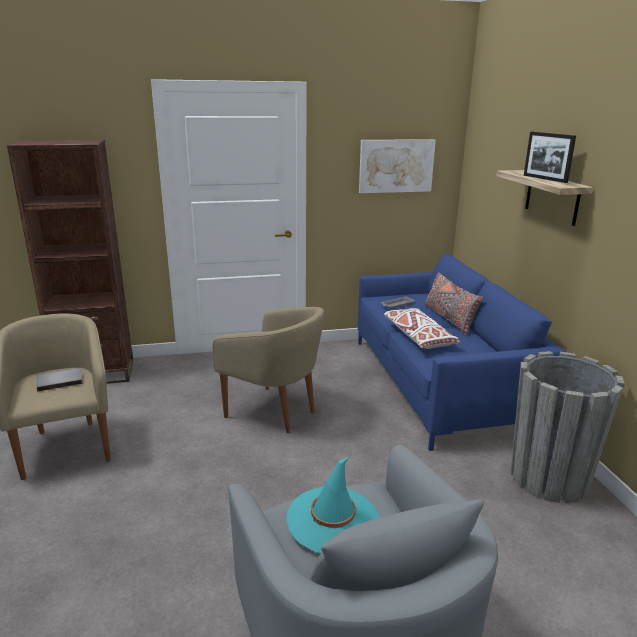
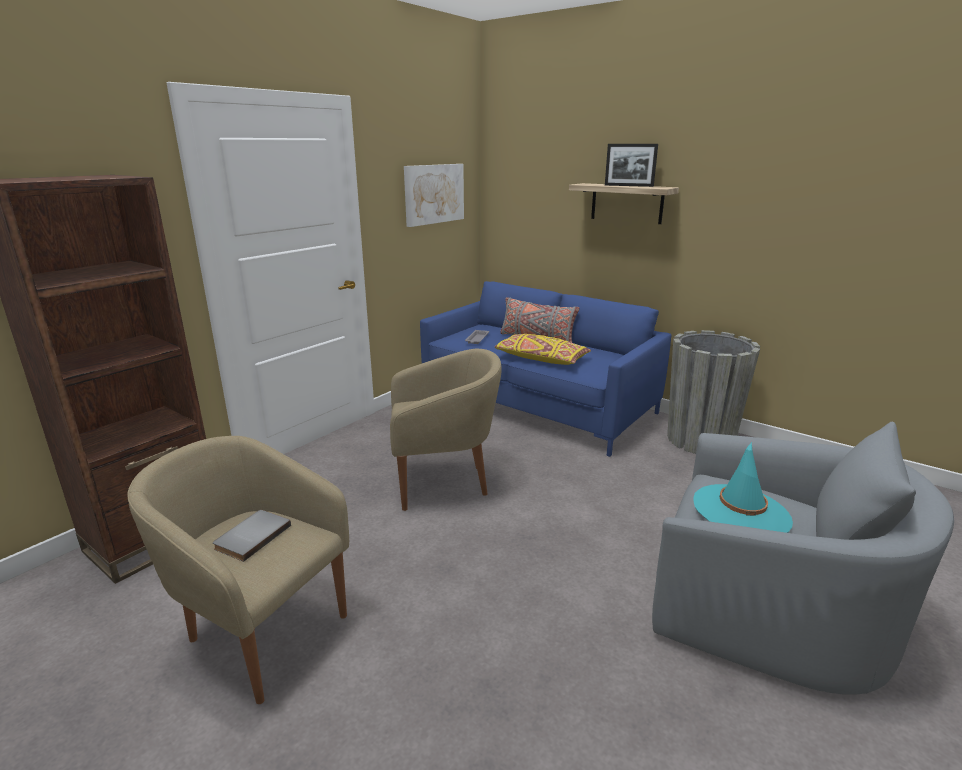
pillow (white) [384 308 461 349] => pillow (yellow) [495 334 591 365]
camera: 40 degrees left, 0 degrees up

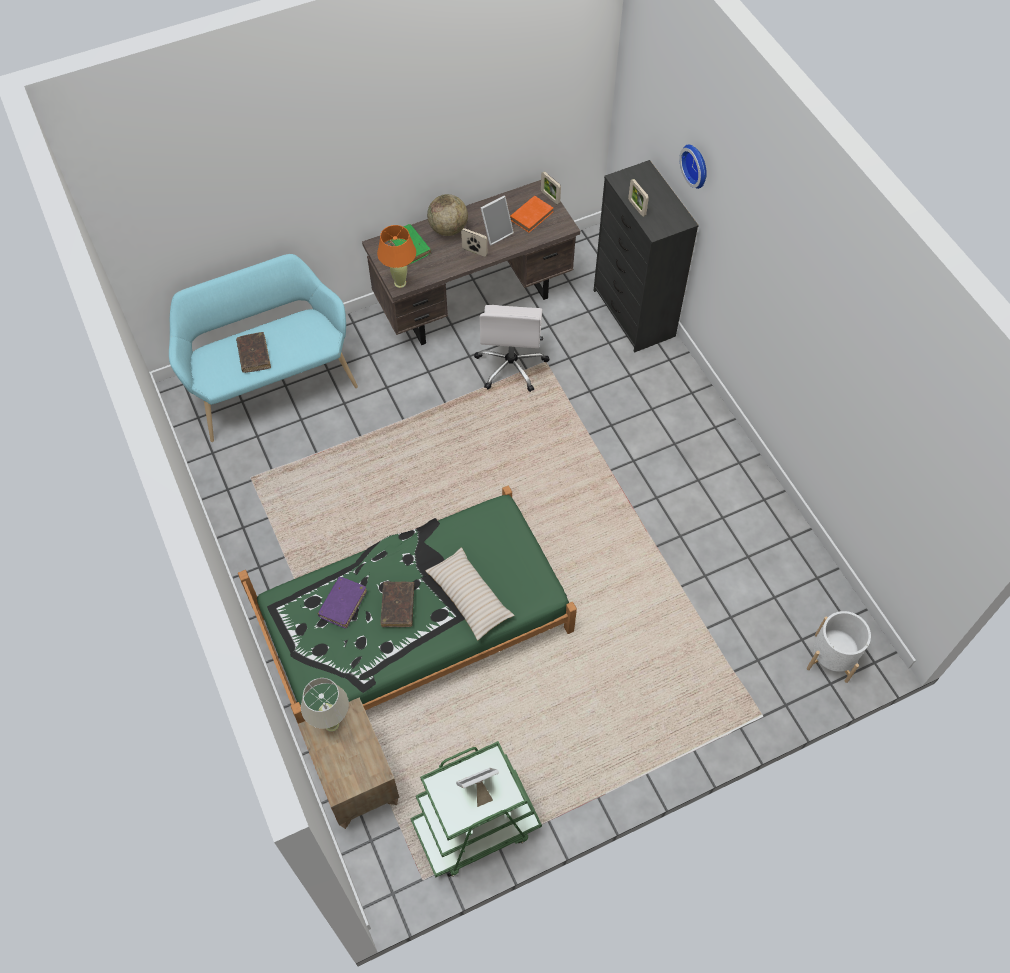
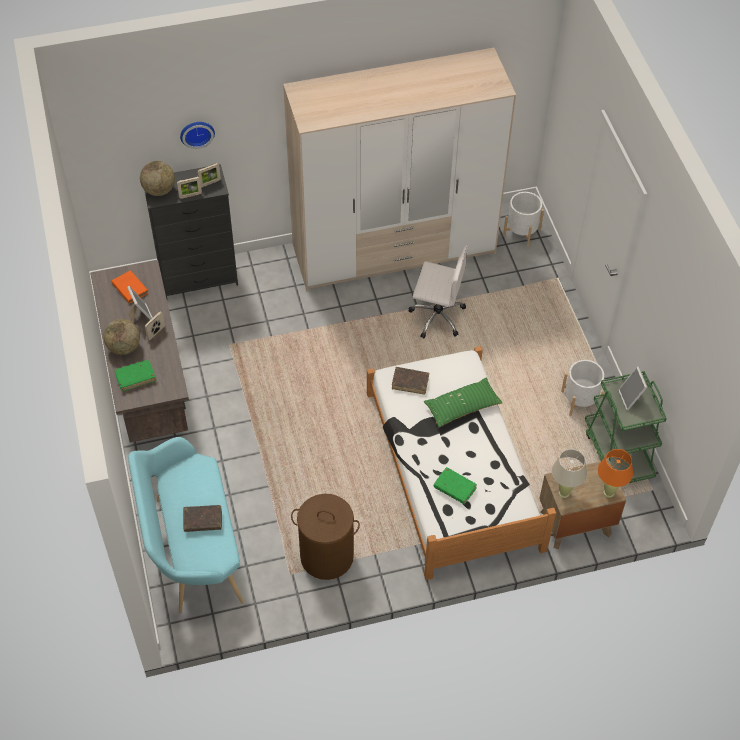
nothing => globe [140 161 175 196]
nothing => wardrobe [283 48 516 291]
nothing => laundry basket (brown) [291 494 360 580]
nothing => planter (white) [561 360 604 416]
table lamp (orange) [377 225 416 288] => table lamp (orange) [598 449 633 498], relocated
book (brown) [381 582 415 627] => book (brown) [392 367 429 395], relocated
office chair (white) [474 305 549 392] => office chair (white) [408 245 468 339], relocated
picture frame [541 171 561 205] => picture frame [197 163 221 187], relocated
bed (green) [238 486 577 724] => bed (white) [367 346 556 580]
book (purple) [318 577 367 628] => book (green) [434 467 477 504]
pillow (beige) [425 547 515 640] => pillow (green) [423 377 503 427]
camera: 80 degrees left, 5 degrees down

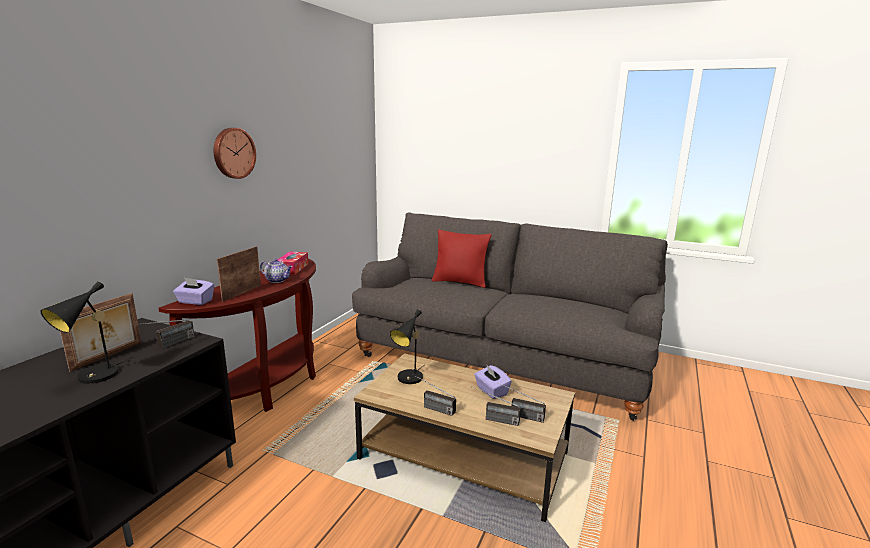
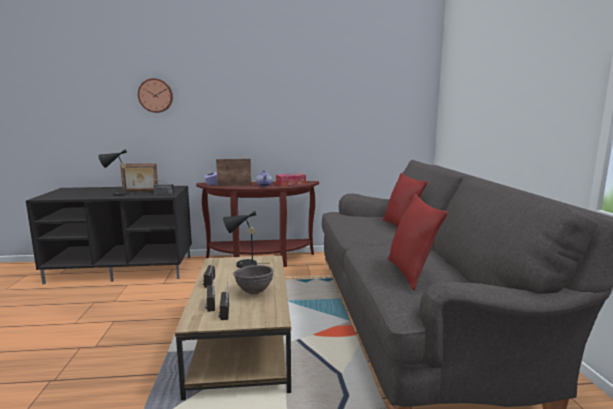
nothing => pillow (red) [388 194 448 290]
wall clock [214 128 256 179] => wall clock [138 78 173 113], relocated
tissue box (purple) [474 365 512 399] => bowl (brown) [233 265 274 295]
camera: 60 degrees right, 5 degrees down

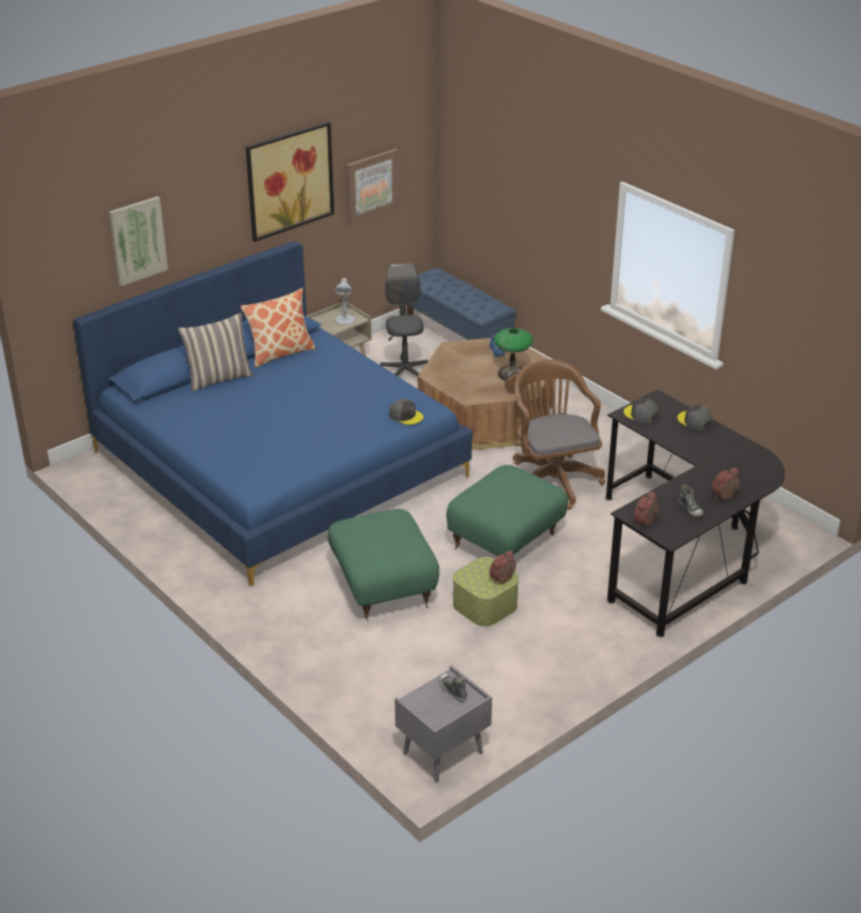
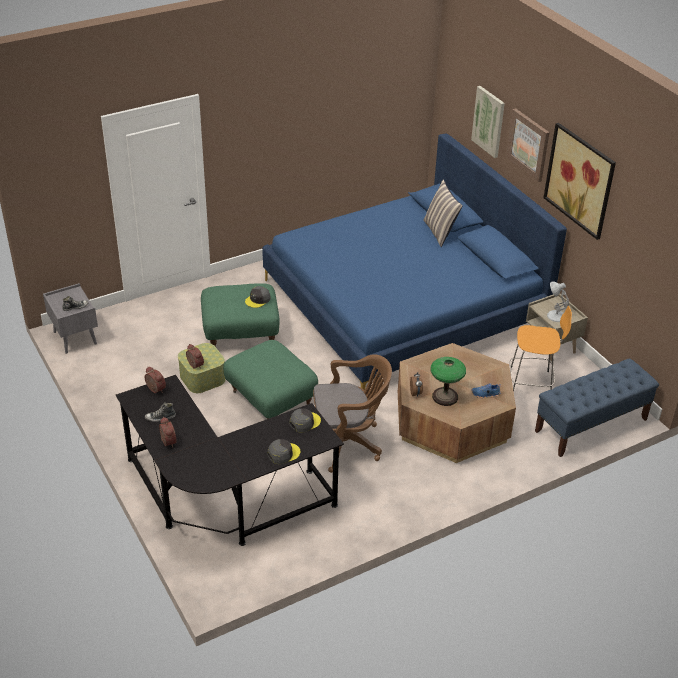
pillow [241 288 316 368] => nothing
picture [346 148 399 224] => picture [506 108 550 182], relocated
cap (grey) [389 398 424 425] => cap (grey) [245 286 271 308], relocated
office chair (grey) [380 263 429 377] => stool (orange) [510 306 572 392]
camera: 100 degrees right, 5 degrees up

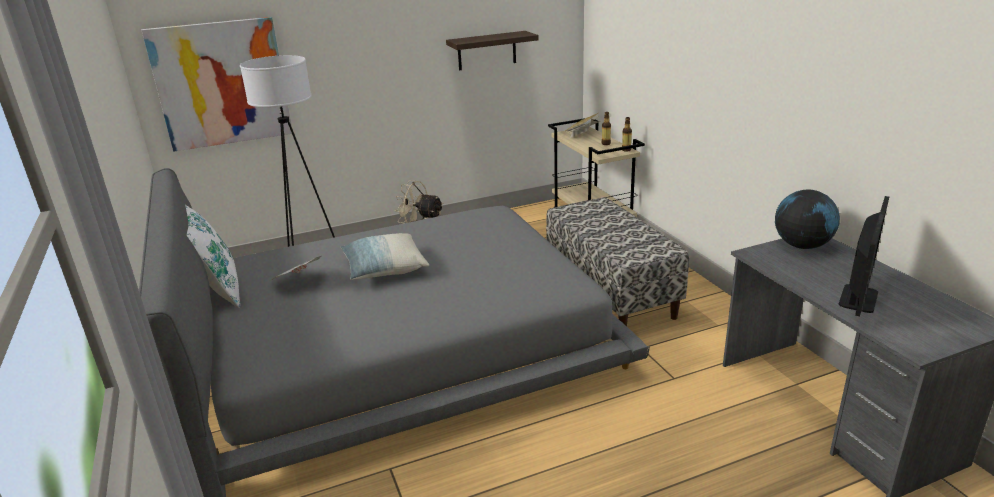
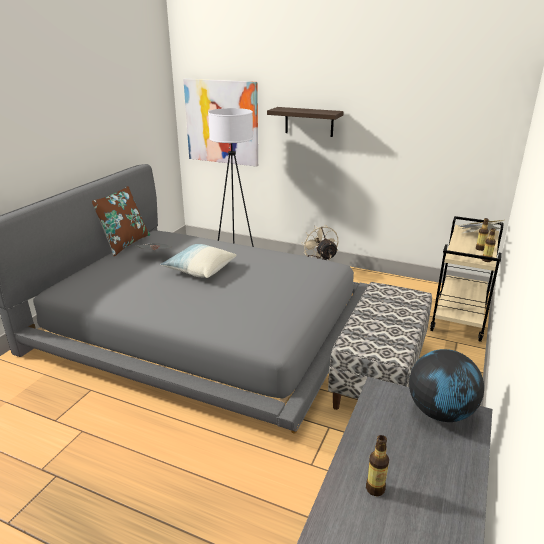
shelf [446 31 539 70] => shelf [267 107 344 137], relocated
monitor [838 196 889 316] => bottle [366 435 389 496]
pillow (white) [185 204 240 308] => pillow (brown) [92 186 150 257]
camera: 45 degrees right, 0 degrees up

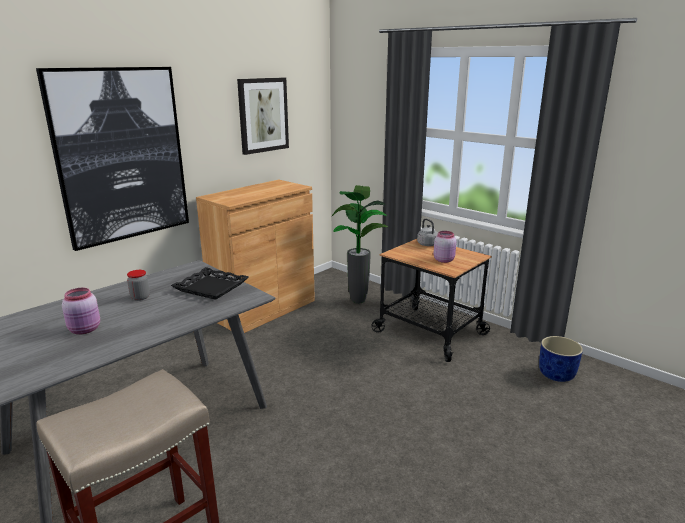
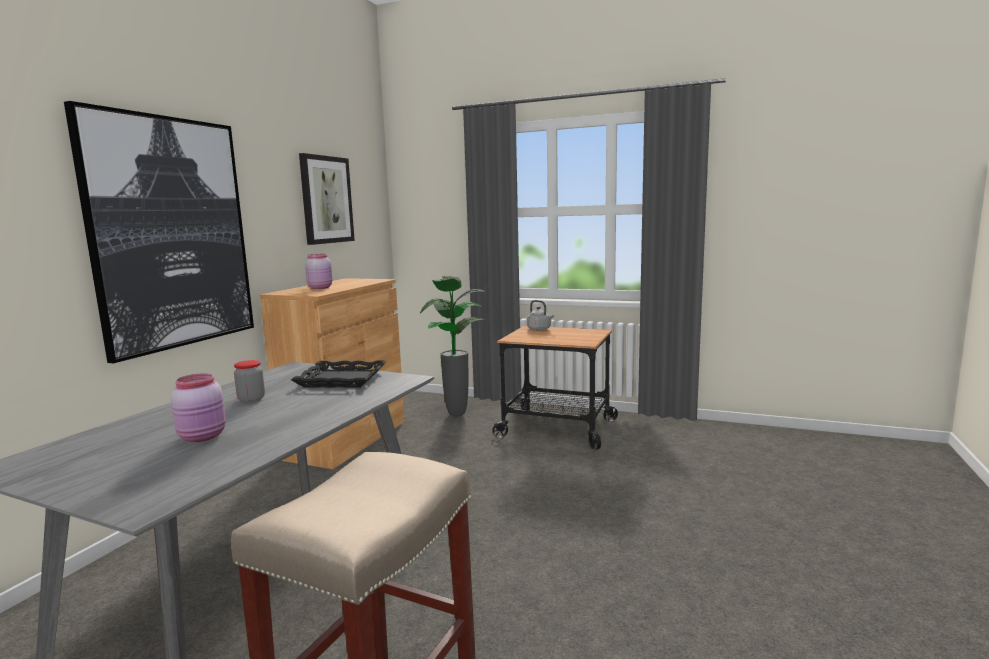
planter (blue) [539 336 583 382] => nothing
jar (pink) [434 231 456 263] => jar (pink) [305 254 332 289], relocated
camera: 20 degrees left, 10 degrees down

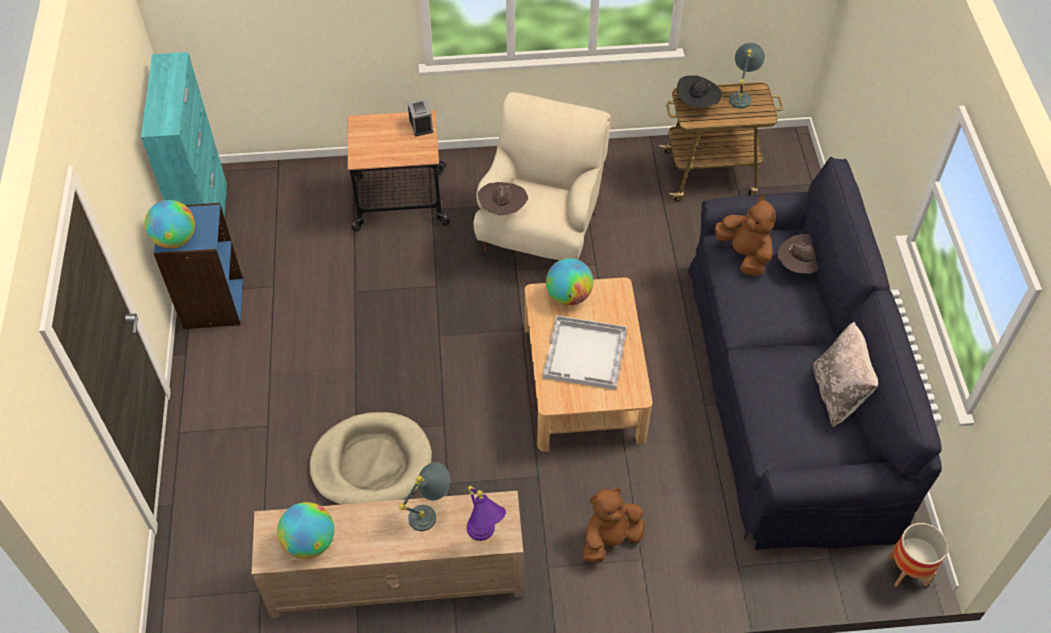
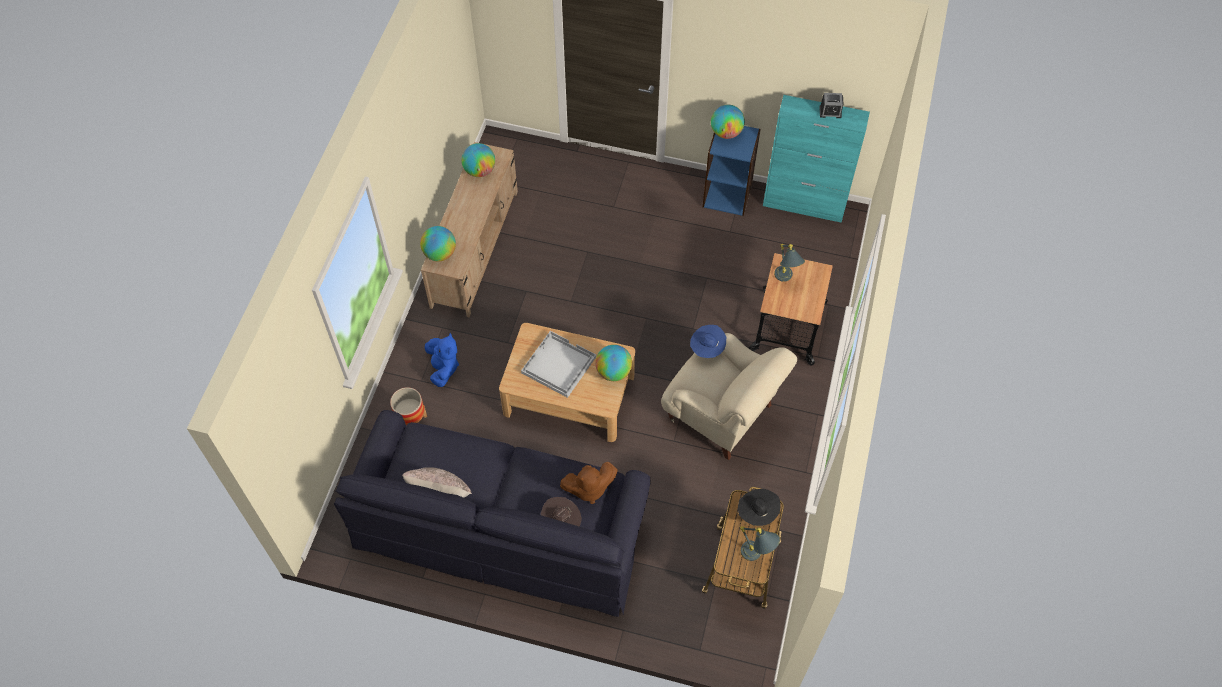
dog bed (beige) [310 412 432 505] => nothing
table lamp (grey) [399 462 450 531] => table lamp (grey) [774 244 805 282], relocated
alarm clock [408 99 433 136] => alarm clock [819 93 843 118], relocated
planter [889 523 948 587] => planter [390 387 427 425], relocated
table lamp (purple) [467 486 506 541] => globe [420 226 456 261]
hat (brown) [478 182 528 215] => hat (blue) [690 325 726 358]
plush toy (brown) [583 488 645 563] => plush toy (blue) [425 333 459 387]
camera: 110 degrees right, 5 degrees up

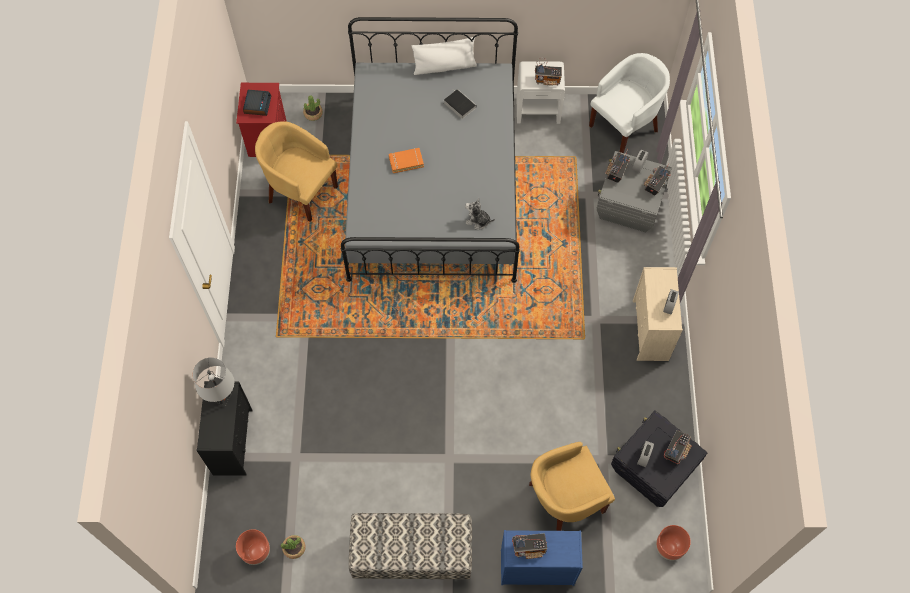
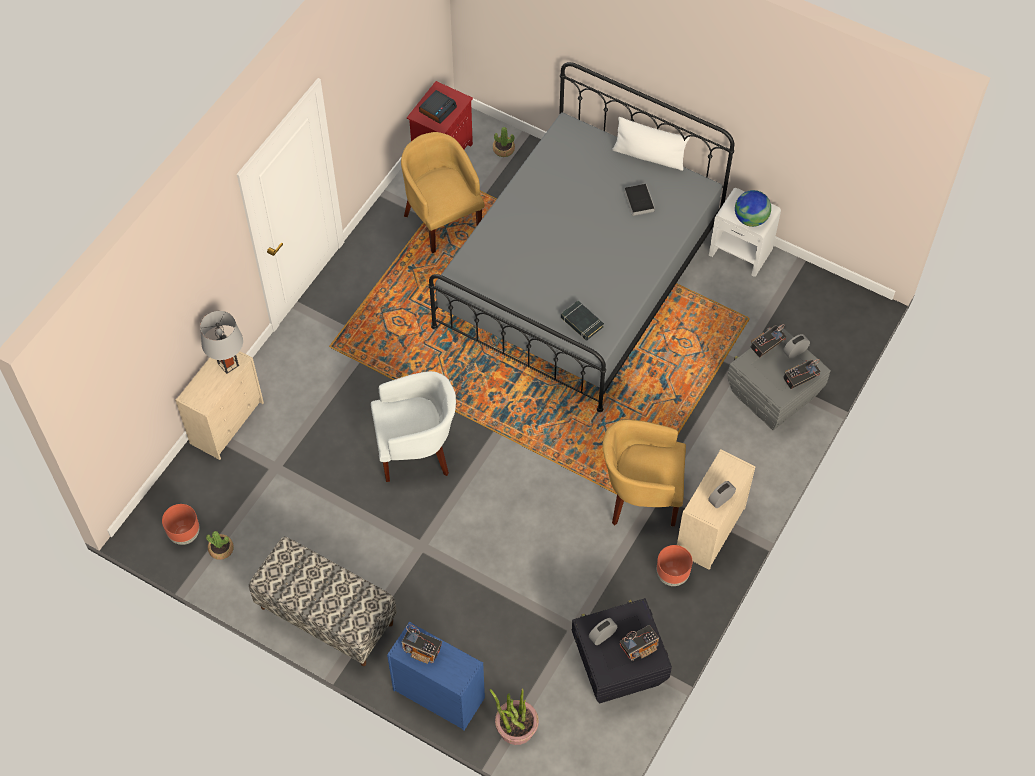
book (orange) [389 148 424 173] => nothing
nothing => potted plant [490 688 539 745]
armchair (yellow) [529 442 615 531] => armchair (yellow) [602 419 686 526], relocated
armchair (white) [589 53 670 153] => armchair (white) [371 371 456 482], relocated
planter (brown) [656 525 691 561] => planter (brown) [657 545 693 586], relocated
plush toy [465 197 495 229] => book (black) [561 301 604 341]
radio [535 58 562 85] => globe [735 190 771 227]
dresser (black) [196 381 252 476] => dresser (beige) [175 351 264 460]
camera: 30 degrees right, 5 degrees down

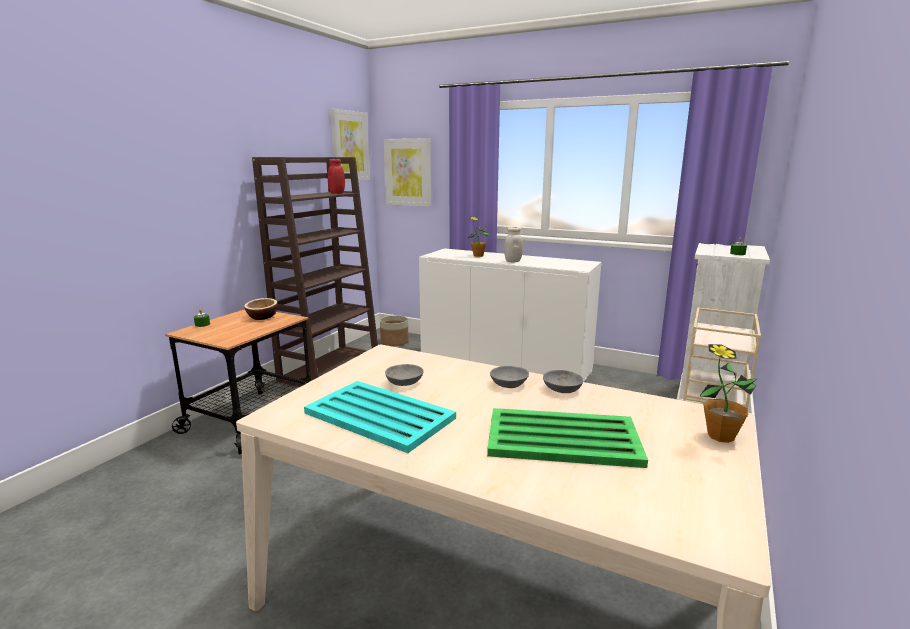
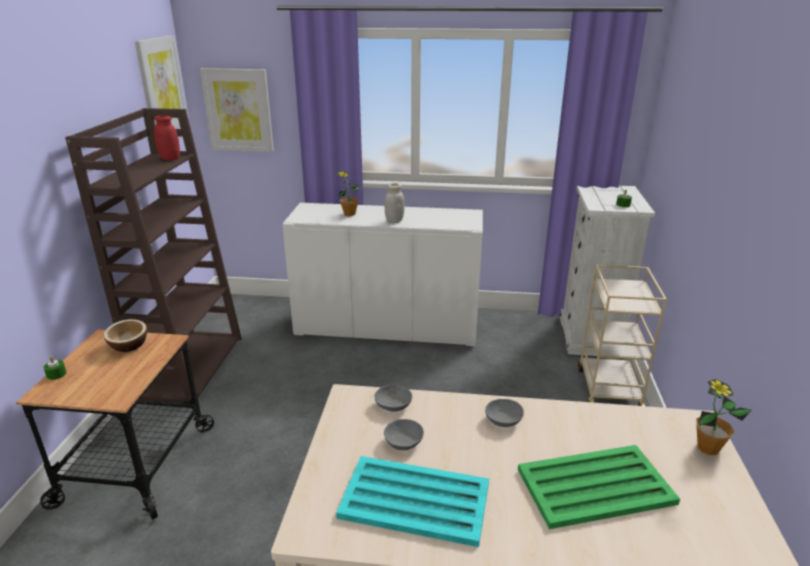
planter [380 315 409 346] => nothing
bowl (grey) [543 370 584 393] => bowl (grey) [374 385 412 411], relocated
camera: 20 degrees left, 10 degrees up

